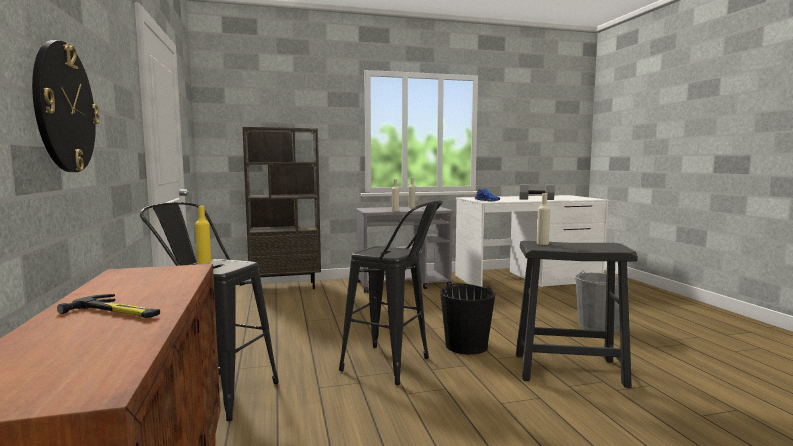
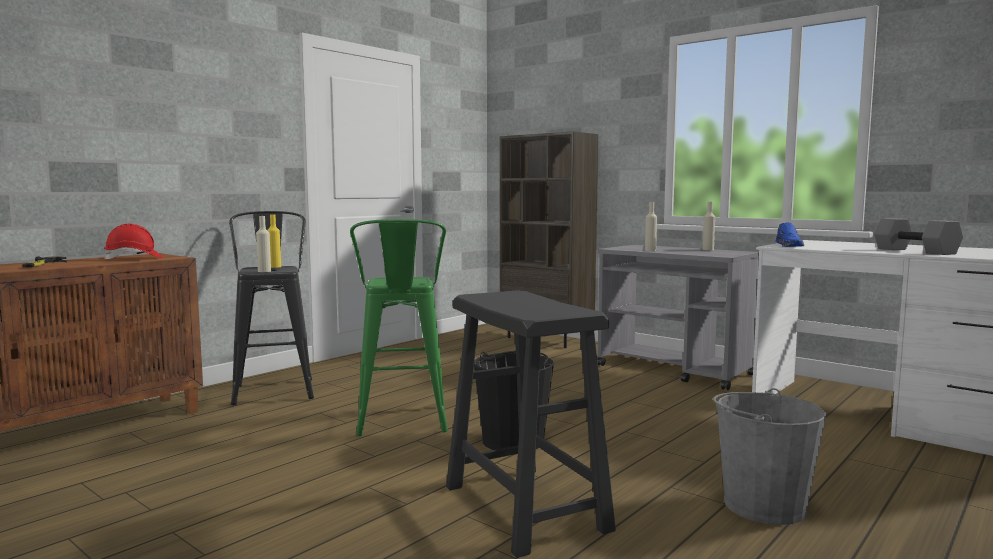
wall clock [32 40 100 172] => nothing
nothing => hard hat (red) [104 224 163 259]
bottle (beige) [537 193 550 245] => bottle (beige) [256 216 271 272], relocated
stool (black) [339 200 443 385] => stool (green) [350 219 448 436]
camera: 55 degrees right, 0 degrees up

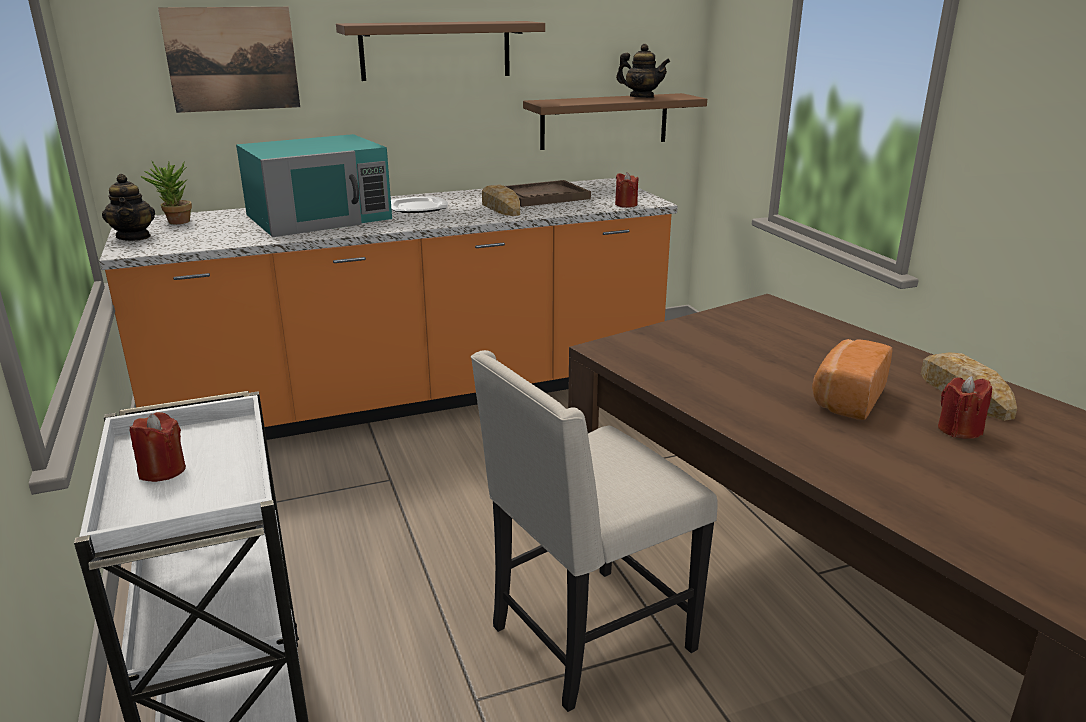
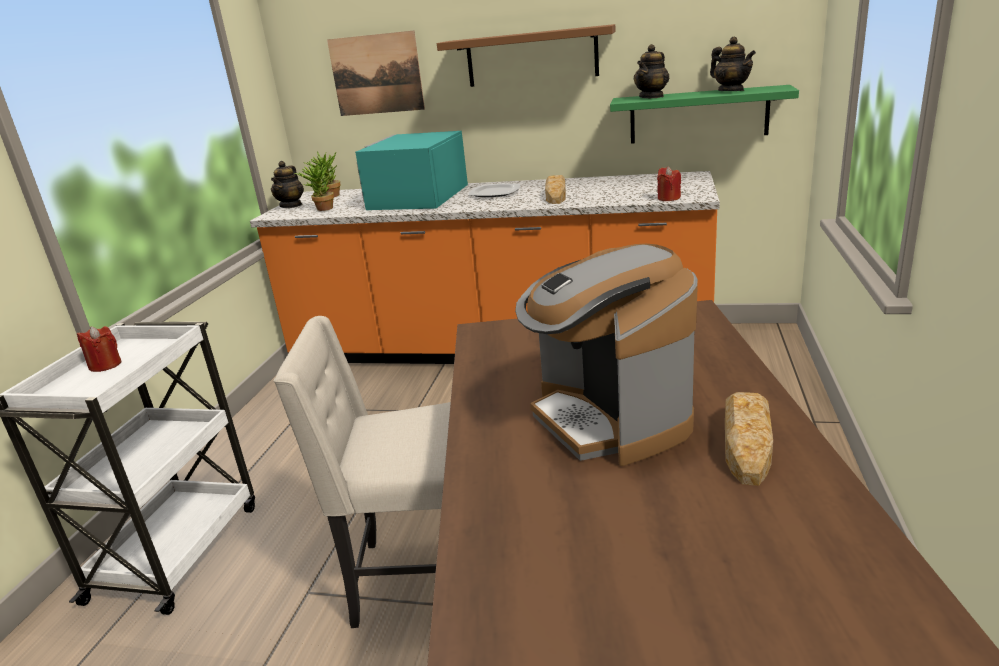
tray (brown) [505 180 591 207] => nothing
candle (red) [938 376 992 439] => nothing
nothing => potted plant [294 161 334 211]
nothing => teapot [634 44 670 98]
bread [812 339 893 420] => coffee machine [515 244 698 466]
shelf (brown) [523 93 707 150] => shelf (green) [610 85 799 144]
microwave (turquoise) [236 134 392 237] => microwave (turquoise) [355 131 468 210], 105 degrees clockwise
camera: 35 degrees right, 0 degrees up

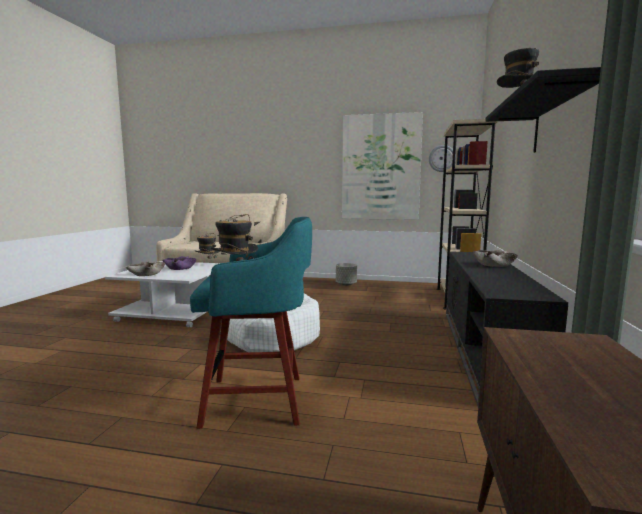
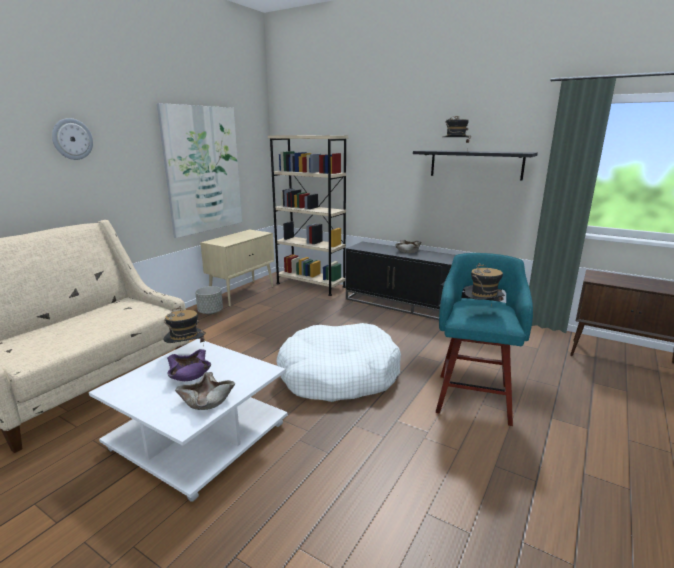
nothing => cabinet (beige) [200 229 274 307]
wall clock [429 145 456 172] => wall clock [52 118 93 160], relocated
camera: 70 degrees left, 10 degrees up

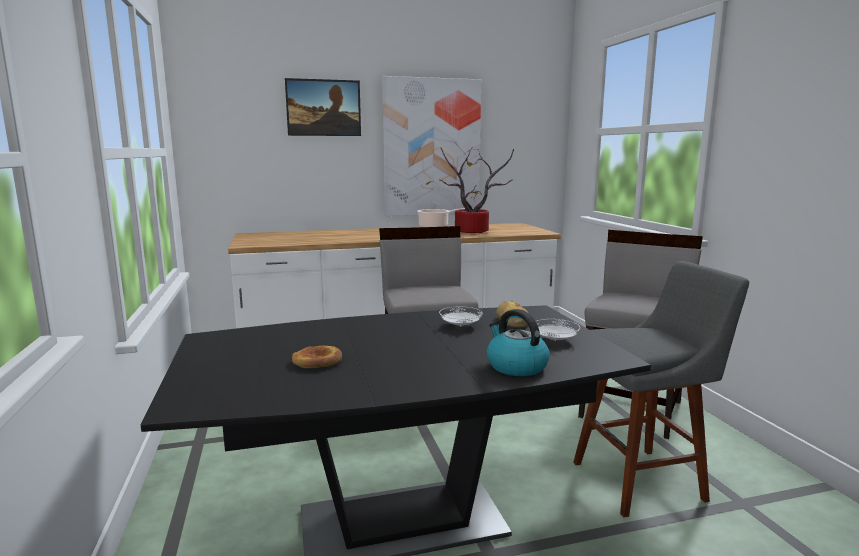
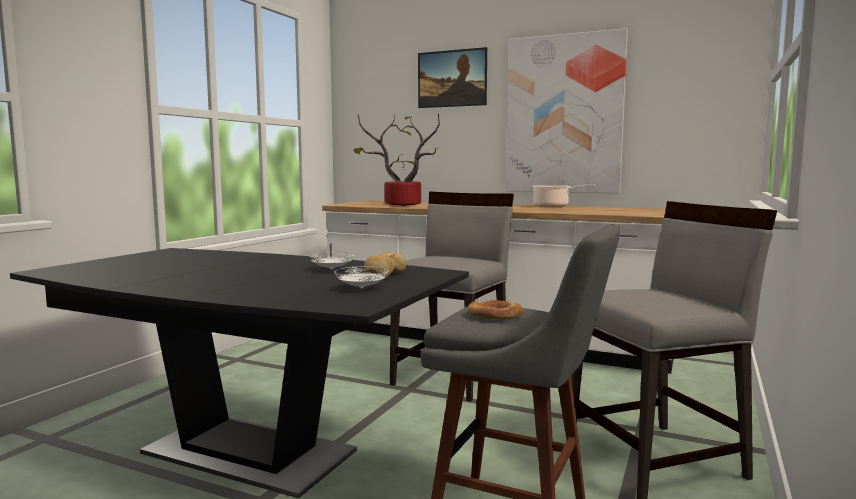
kettle [487 309 550 376] => nothing
bread [292 346 342 368] => bread [468 300 524 320], relocated
potted plant [426 147 523 233] => potted plant [354 114 445 206], relocated
camera: 40 degrees right, 5 degrees down

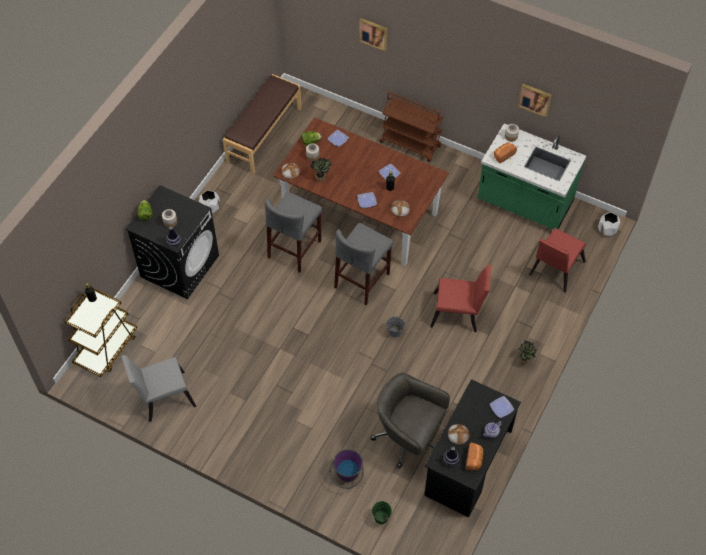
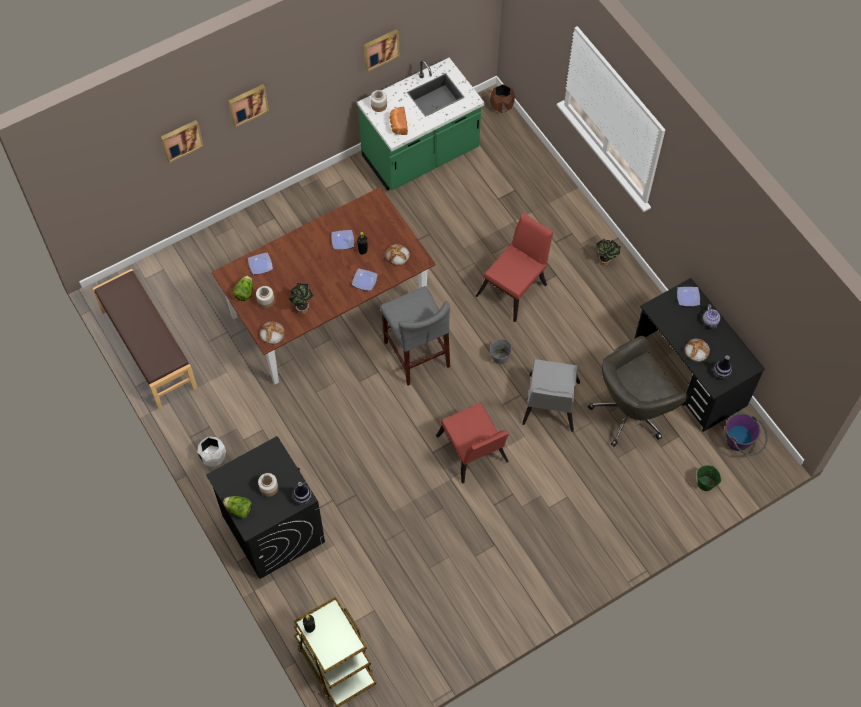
stool (grey) [265 192 322 273] => nothing
cart (brown) [379 92 443 162] => nothing
bread [466 443 483 470] => nothing
nothing => picture [229 84 269 128]
chair (grey) [121 355 196 422] => chair (grey) [522 359 580 432], relocated
bucket (purple) [329 449 364 489] => bucket (purple) [726 413 768 455], relocated
chair (red) [529 228 586 293] => chair (red) [436 402 509 483], relocated
planter (white) [598 212 621 236] => planter (brown) [490 84 515 113]
camera: 60 degrees left, 5 degrees up

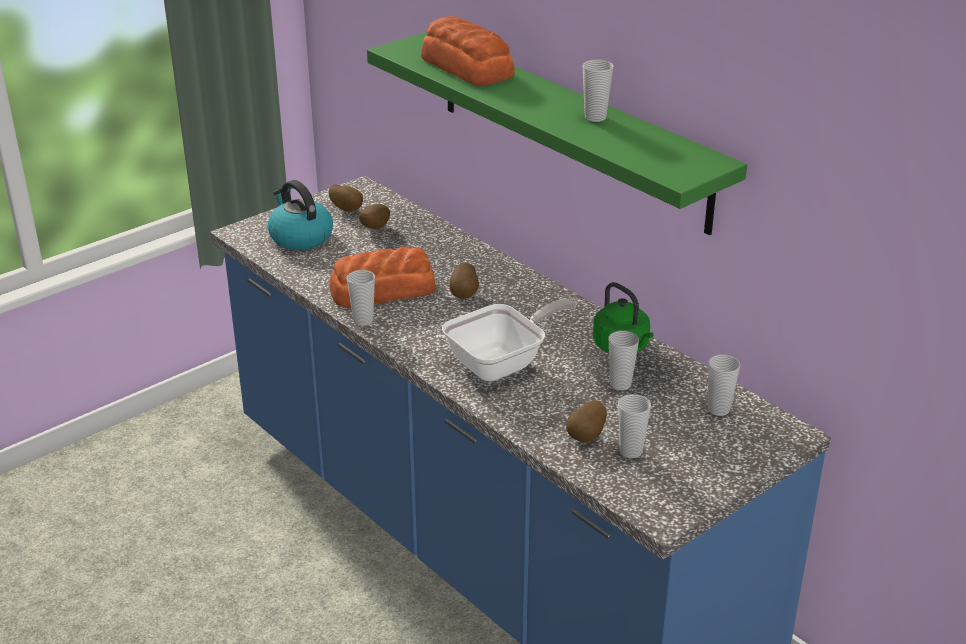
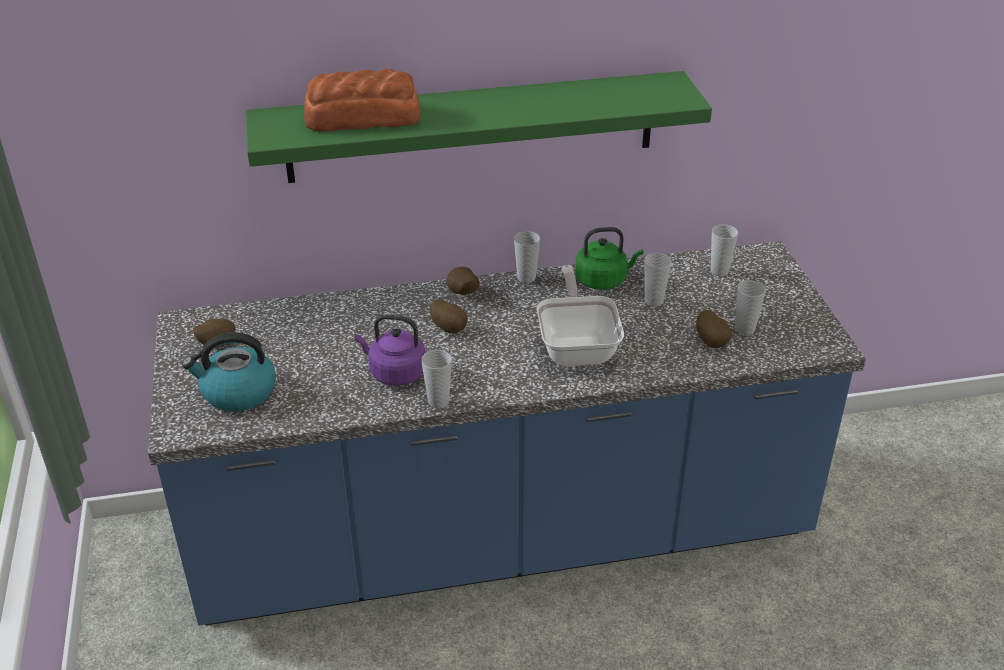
potato [359 204 390 229] => potato [446 267 480 295], relocated
cup [583 60 614 122] => cup [514 231 540 283], relocated
bread [330 246 436 308] => kettle (purple) [354 314 426 386]
camera: 60 degrees left, 5 degrees up

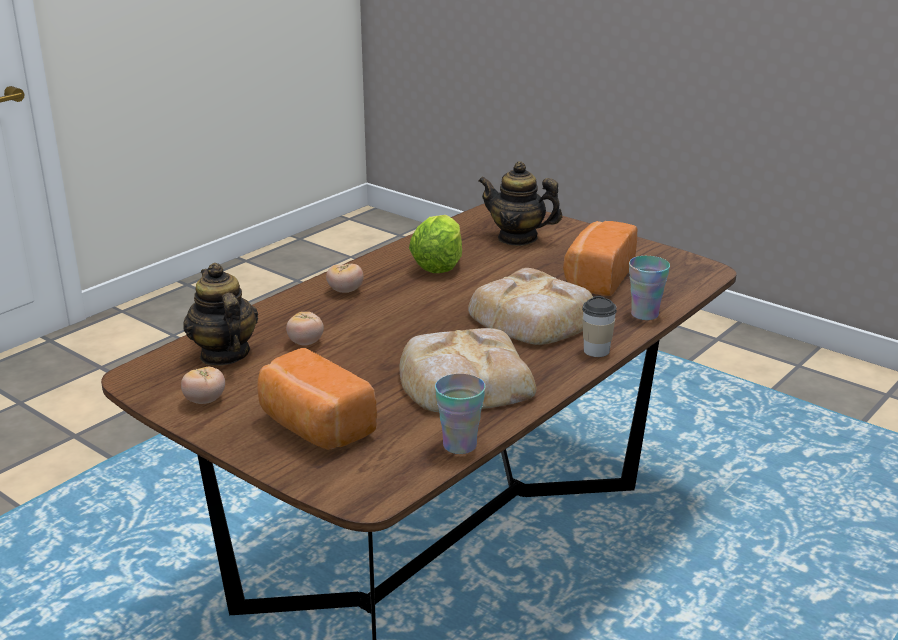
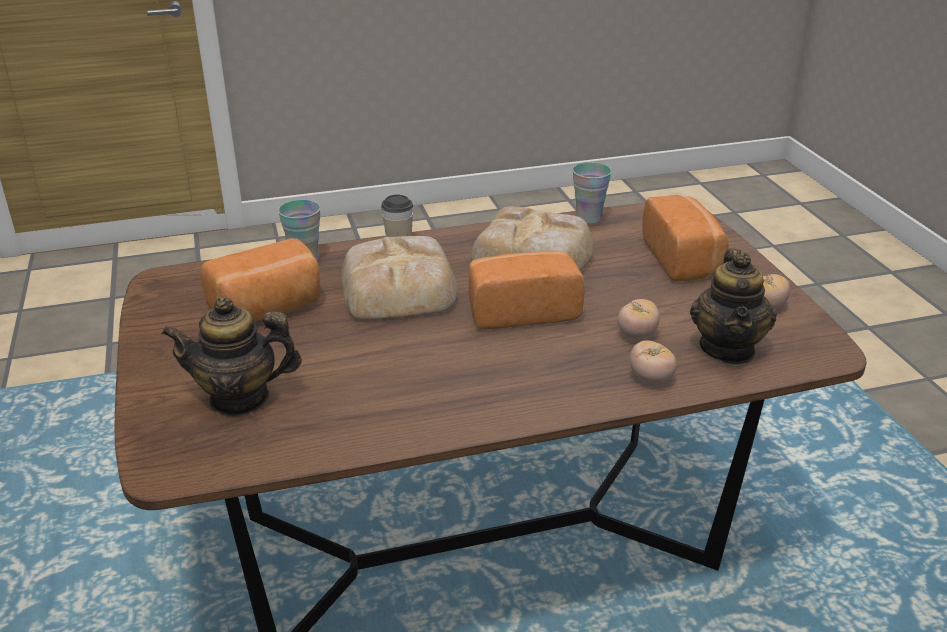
lettuce [409 215 462 273] => nothing
nothing => bread [468 251 585 330]
tomato [326 263 364 293] => tomato [630 340 677 383], relocated
teapot [478 161 562 246] => teapot [161 296 302 416], 120 degrees clockwise
camera: 145 degrees left, 5 degrees up

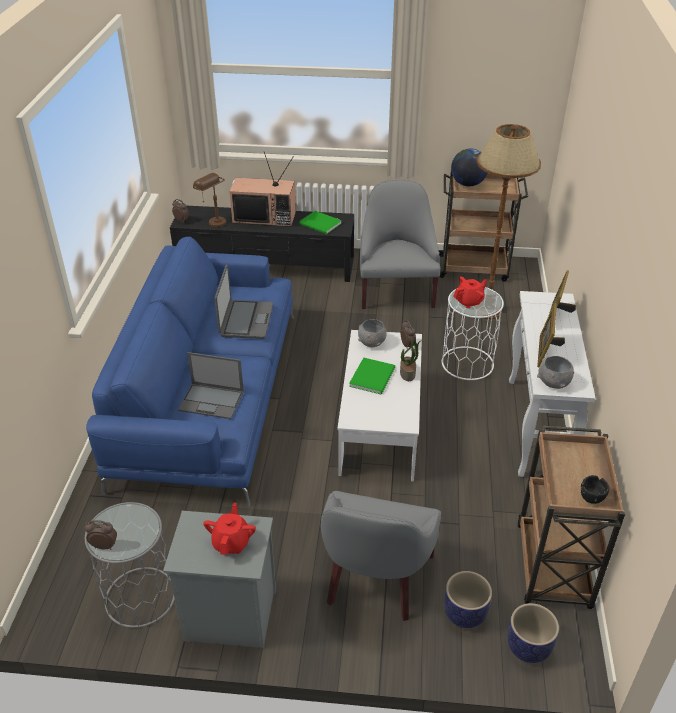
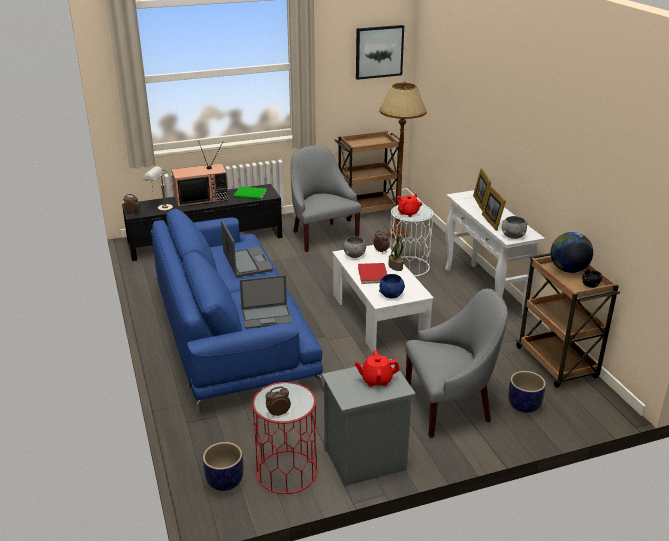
nothing => picture [356 25 404 80]
nothing => bowl (blue) [379 274 405 298]
globe [451 149 487 186] => globe [551 232 593 273], relocated
planter [507 603 559 663] => planter [203 442 244 491], relocated
side table (grey) [85 502 175 628] => side table (red) [252 382 317 494]
table lamp (brown) [193 173 226 227] => table lamp (grey) [143 166 173 212]
book (green) [349 357 395 394] => book (red) [358 263 387 284]
teapot (red) [203 503 256 555] => teapot (red) [355 350 400 387], 75 degrees counterclockwise
armchair (grey) [321 491 441 621] => armchair (grey) [405 288 508 438], 90 degrees counterclockwise
camera: 25 degrees left, 10 degrees down

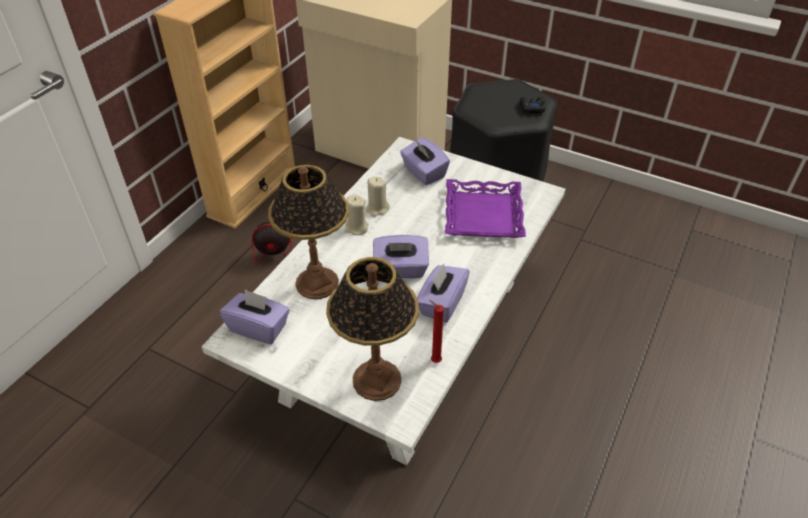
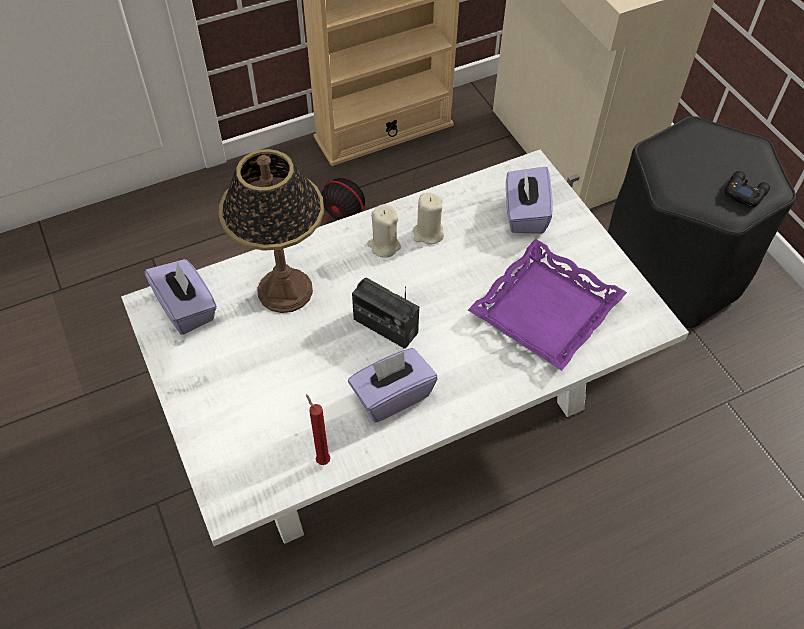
table lamp [326 257 419 401] => nothing
tissue box (purple) [373 235 429 278] => radio [352 278 419 349]
camera: 35 degrees right, 10 degrees up

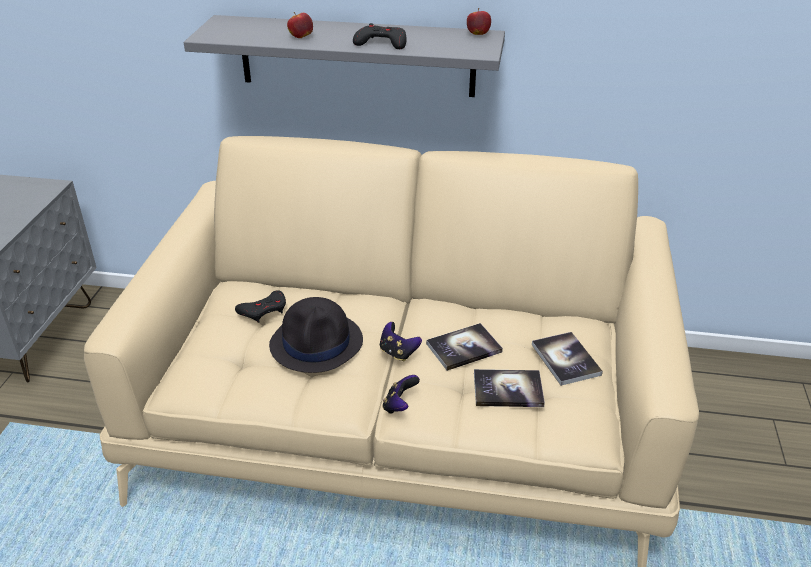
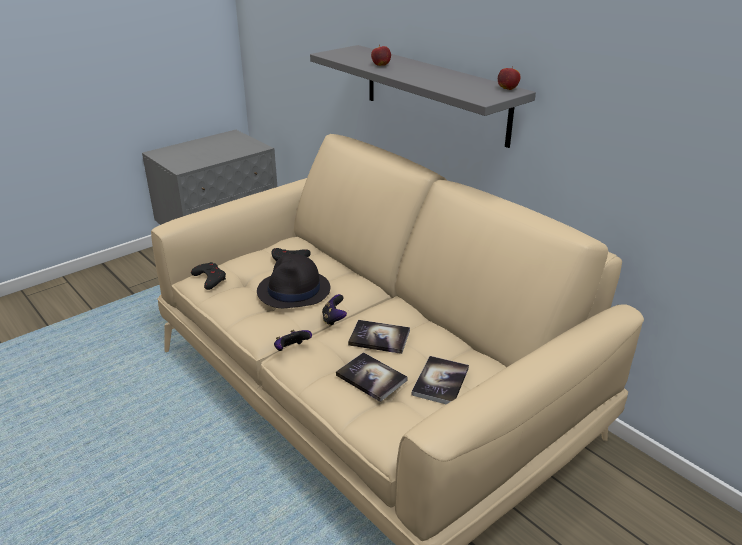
game controller (black) [353 23 407 49] => game controller (black) [191 262 226 290], relocated
camera: 40 degrees right, 5 degrees down

